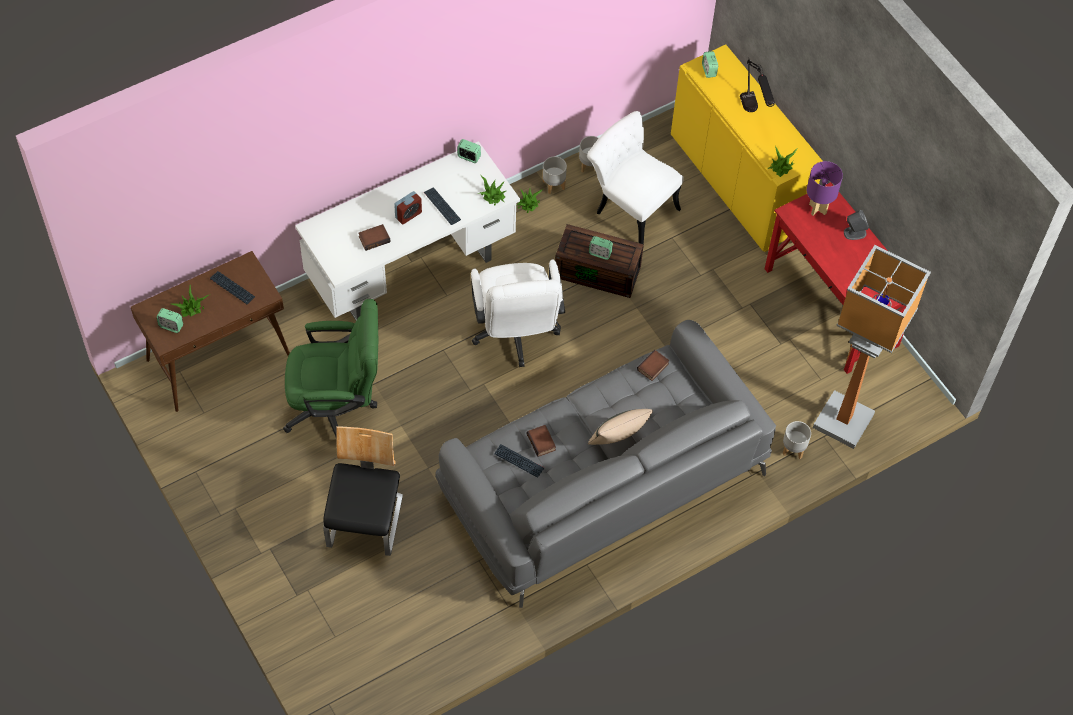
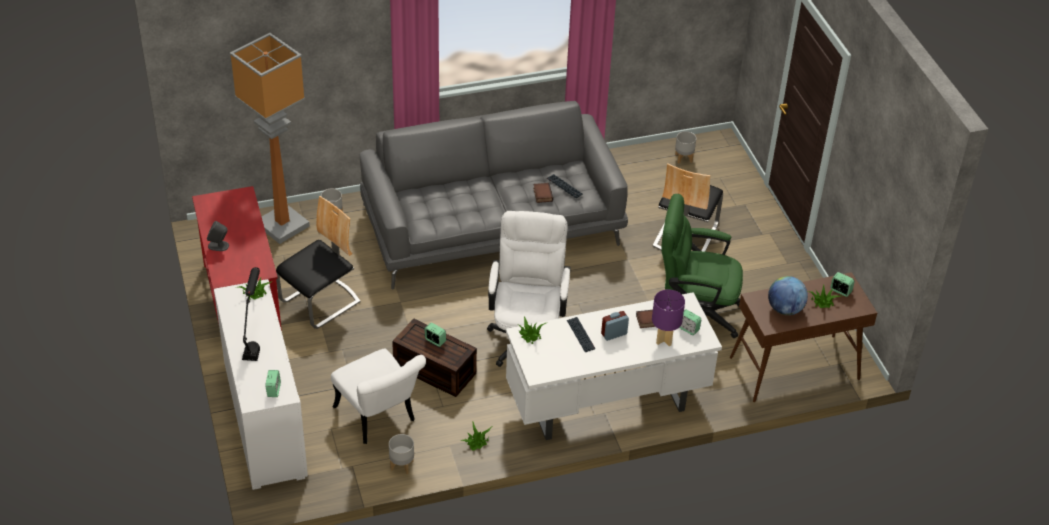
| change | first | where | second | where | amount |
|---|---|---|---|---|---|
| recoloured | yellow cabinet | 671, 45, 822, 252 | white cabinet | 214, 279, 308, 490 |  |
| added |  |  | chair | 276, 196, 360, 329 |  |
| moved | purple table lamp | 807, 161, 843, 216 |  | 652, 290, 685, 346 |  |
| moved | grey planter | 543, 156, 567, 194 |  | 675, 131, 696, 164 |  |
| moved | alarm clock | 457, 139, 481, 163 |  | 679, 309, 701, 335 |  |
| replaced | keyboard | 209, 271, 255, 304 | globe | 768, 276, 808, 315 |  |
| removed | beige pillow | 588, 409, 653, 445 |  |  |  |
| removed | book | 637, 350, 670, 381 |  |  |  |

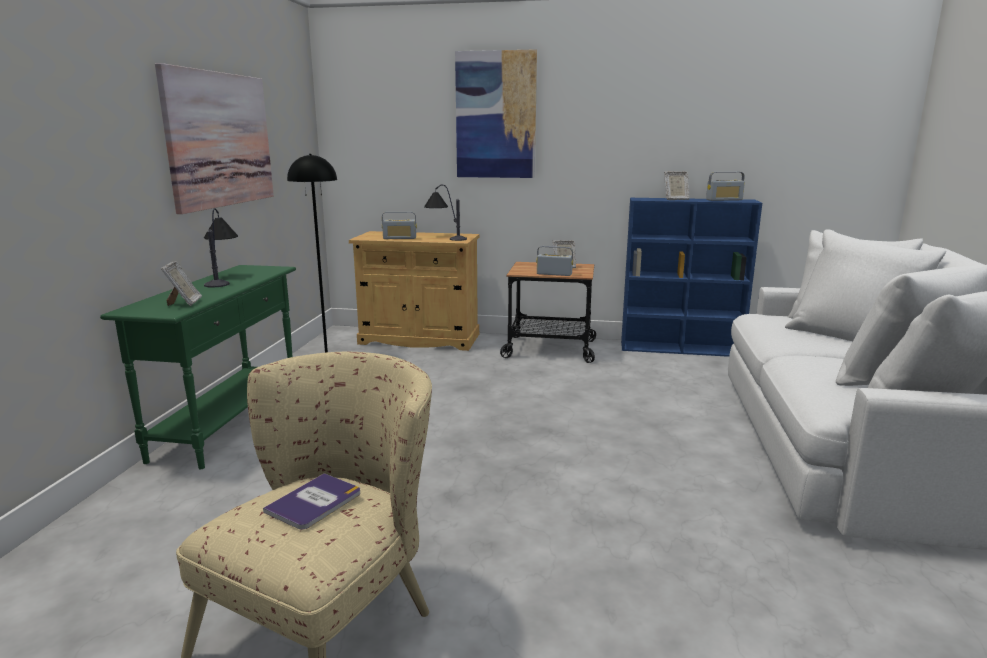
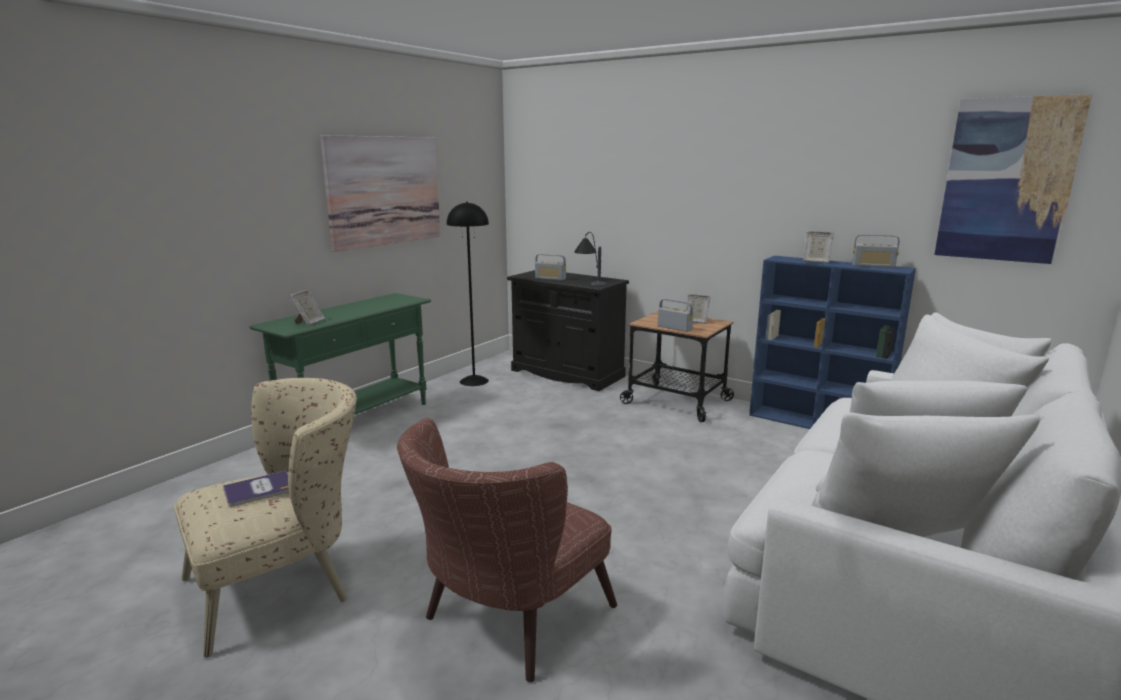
| change | first | where | second | where | amount |
|---|---|---|---|---|---|
| added |  |  | brown armchair | 397, 418, 617, 682 |  |
| recoloured | beige cabinet | 349, 231, 479, 351 | black cabinet | 507, 270, 629, 391 |  |
| moved | picture | 455, 49, 537, 178 |  | 934, 94, 1092, 264 |  |
| removed | table lamp | 204, 208, 238, 288 |  |  |  |

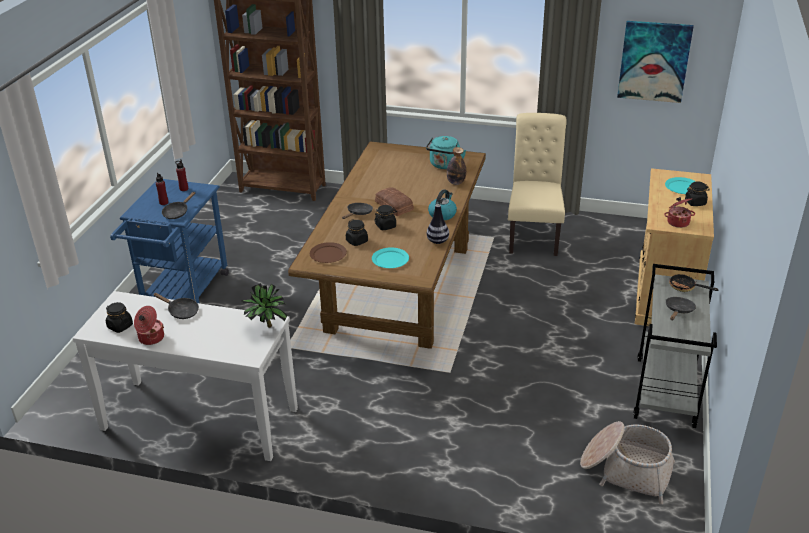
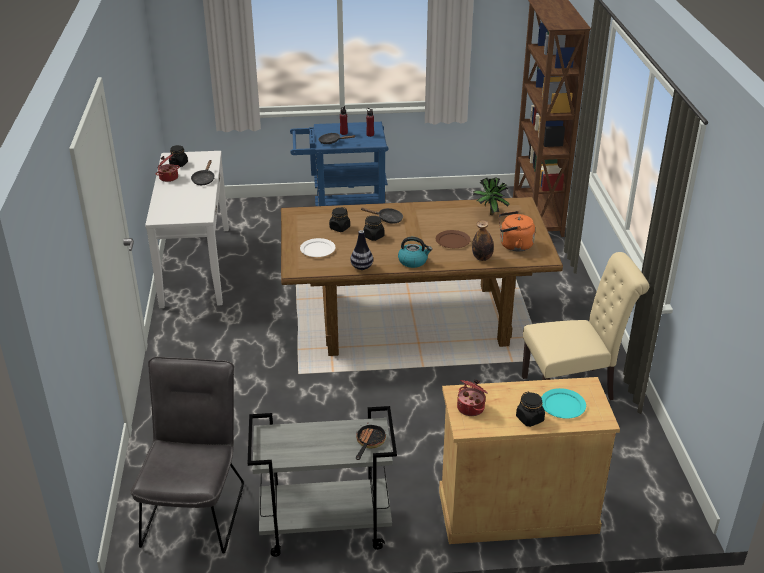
| change | first | where | second | where | amount |
|---|---|---|---|---|---|
| replaced | basket | 580, 421, 675, 504 | grey chair | 131, 357, 244, 554 |  |
| recoloured | turquoise plate | 372, 247, 409, 268 | white plate | 300, 238, 335, 257 |  |
| moved | brown plate | 310, 242, 347, 263 |  | 436, 230, 471, 248 |  |
| moved | potted plant | 242, 283, 287, 328 |  | 473, 177, 510, 215 |  |
| recoloured | turquoise kettle | 426, 136, 466, 169 | orange kettle | 499, 211, 535, 251 |  |
| removed | bread | 375, 187, 414, 216 |  |  |  |
| removed | picture | 617, 21, 694, 103 |  |  |  |
| removed | black frying pan | 666, 297, 696, 320 |  |  |  |

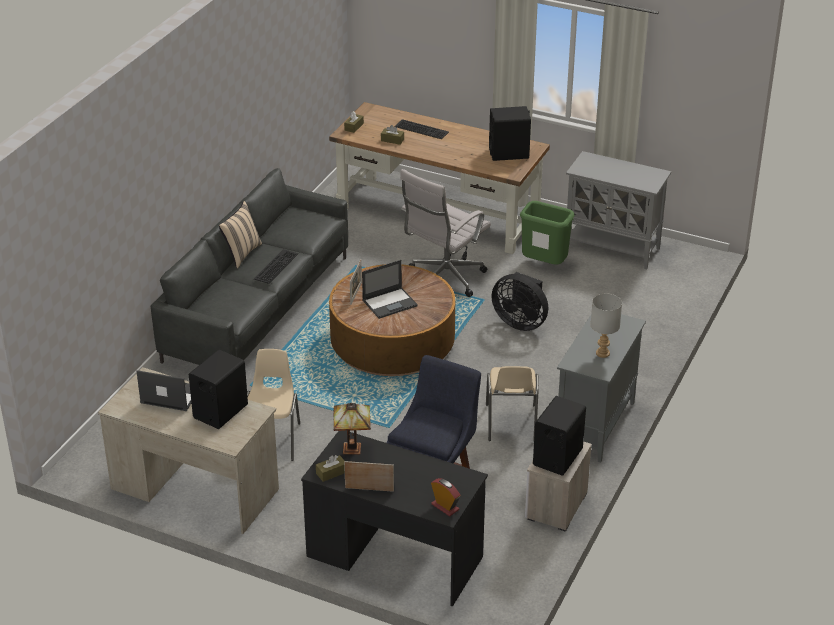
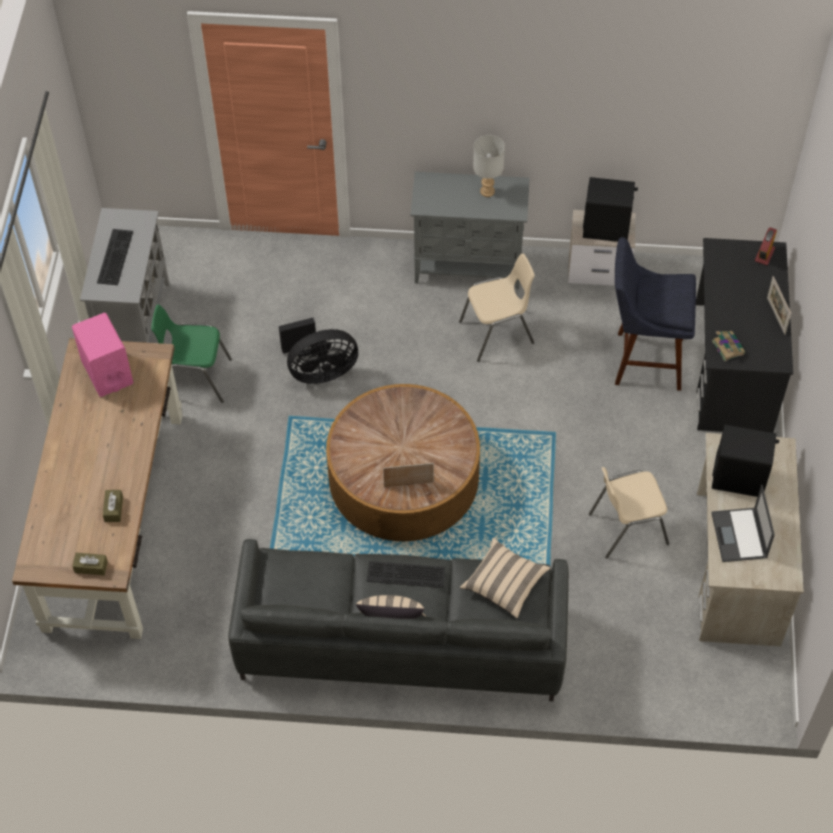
| change | first | where | second | where | amount |
|---|---|---|---|---|---|
| recoloured | black speaker | 489, 106, 531, 161 | pink speaker | 72, 313, 133, 397 |  |
| moved | keyboard | 395, 119, 449, 139 |  | 97, 229, 133, 285 |  |
| replaced | green trash can | 520, 201, 575, 265 | green chair | 151, 305, 232, 403 |  |
| turned | black fan | 492, 272, 548, 331 |  | 279, 318, 358, 384 | 60 degrees clockwise |
| added |  |  | beige pillow | 460, 538, 550, 618 |  |
| replaced | table lamp | 334, 403, 371, 455 | book | 712, 331, 745, 361 |  |
| removed | brown tissue box | 316, 455, 345, 482 |  |  |  |
| removed | laptop | 362, 260, 418, 319 |  |  |  |
| removed | white office chair | 400, 169, 491, 297 |  |  |  |

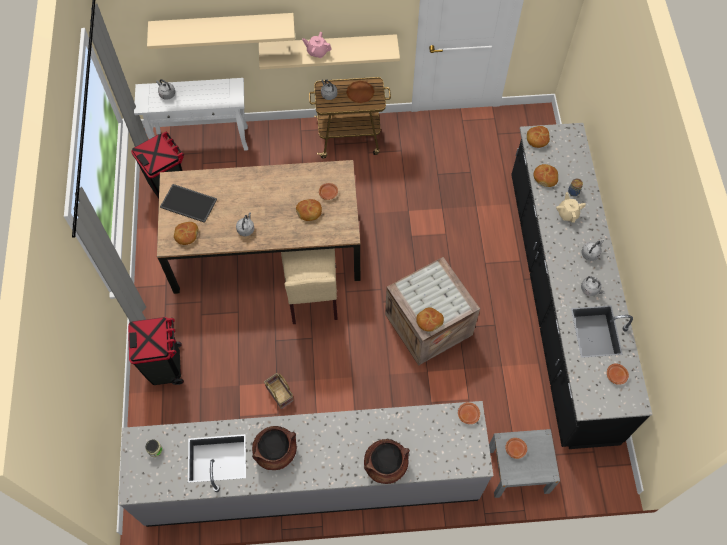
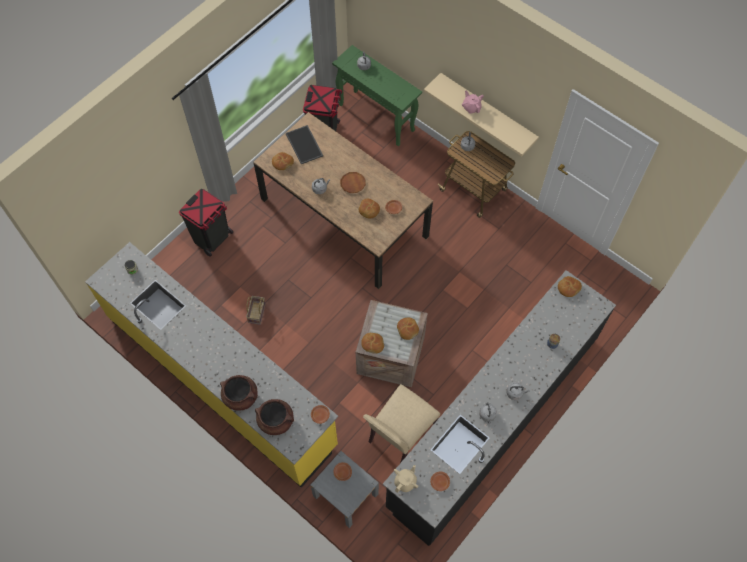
| change | first | where | second | where | amount |
|---|---|---|---|---|---|
| recoloured | grey counter | 118, 401, 493, 527 | yellow counter | 85, 242, 338, 488 |  |
| moved | brown cooking pot | 252, 426, 297, 470 |  | 255, 399, 294, 435 |  |
| recoloured | white console table | 134, 78, 248, 151 | green console table | 332, 45, 422, 146 |  |
| moved | brown plate | 346, 81, 375, 103 |  | 340, 172, 366, 193 |  |
| moved | beige chair | 281, 248, 338, 324 |  | 363, 384, 440, 463 |  |
| moved | beige teapot | 556, 192, 586, 223 |  | 394, 465, 418, 493 |  |
| moved | bread | 534, 164, 558, 187 |  | 397, 318, 419, 340 |  |
| removed | beige shelf | 147, 13, 295, 49 |  |  |  |

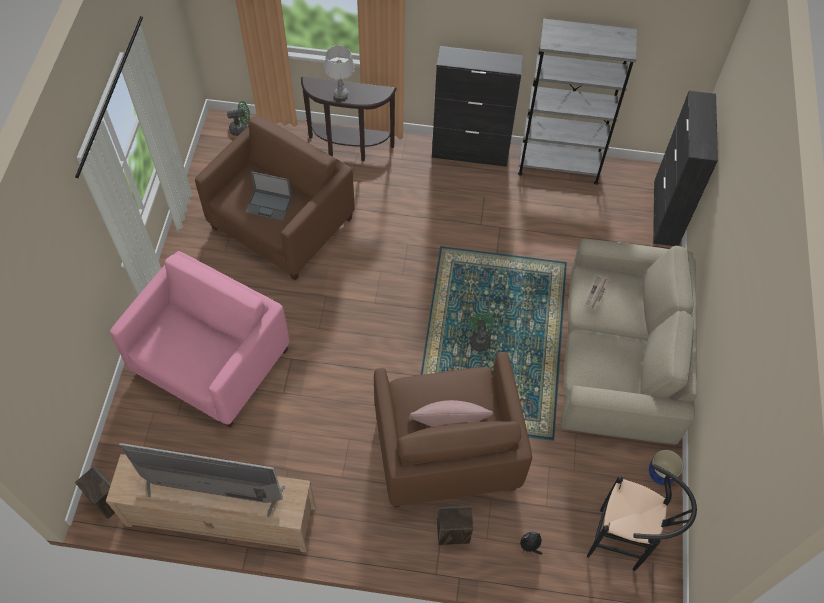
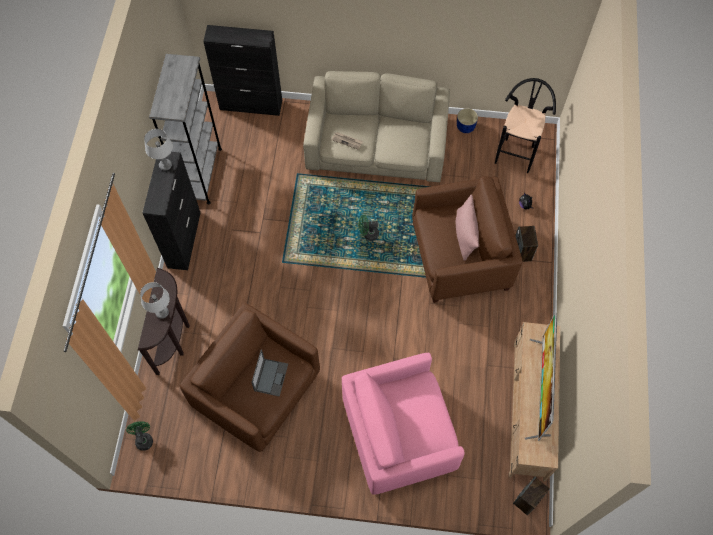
| change | first | where | second | where | amount |
|---|---|---|---|---|---|
| added |  |  | grey table lamp | 144, 129, 173, 171 |  |
| turned | pink armchair | 110, 251, 290, 428 |  | 342, 353, 465, 495 | 45 degrees counterclockwise |

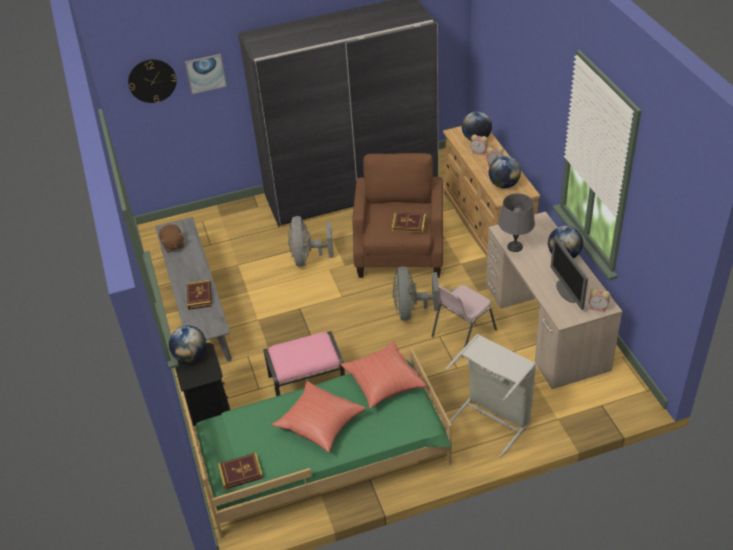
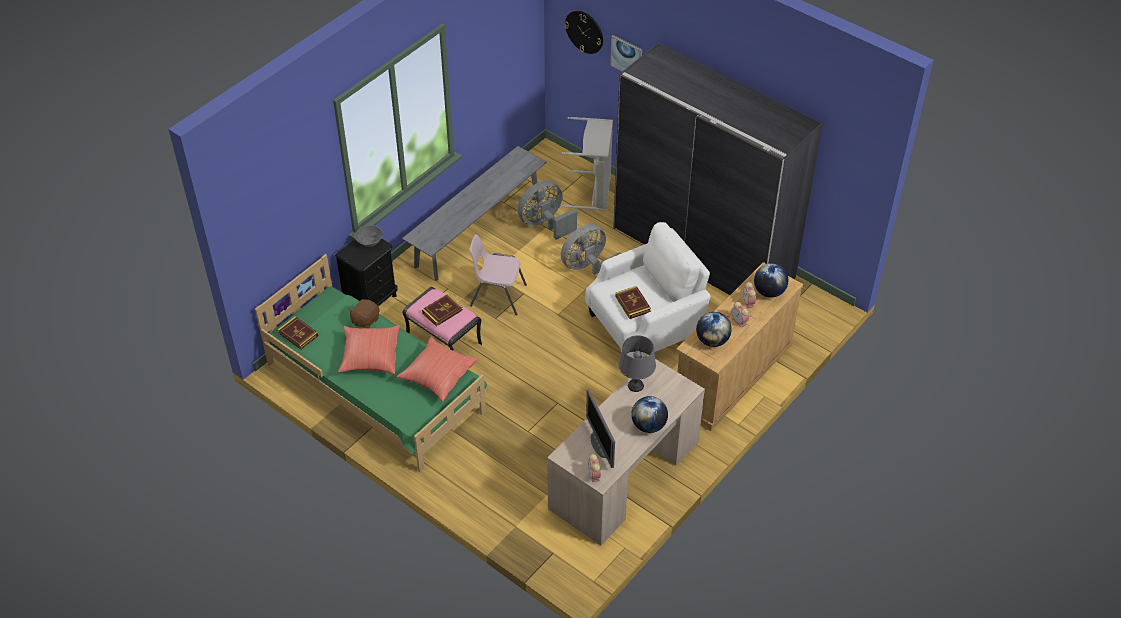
| change | first | where | second | where | amount |
|---|---|---|---|---|---|
| moved | brown plush toy | 159, 225, 184, 252 |  | 349, 299, 380, 328 |  |
| replaced | globe | 169, 326, 206, 363 | grey bowl | 355, 225, 383, 247 |  |
| moved | book | 187, 280, 212, 310 |  | 422, 294, 463, 327 |  |
| moved | pink chair | 431, 285, 497, 357 |  | 469, 234, 527, 315 |  |
| moved | grey fan | 392, 266, 439, 320 |  | 517, 181, 577, 240 |  |
| moved | grey laundry basket | 446, 334, 536, 458 |  | 562, 117, 613, 211 |  |
| recoloured | brown armchair | 352, 153, 443, 278 | white armchair | 585, 222, 711, 358 |  |
| turned | monitor | 550, 236, 588, 310 |  | 586, 390, 615, 468 | 60 degrees counterclockwise |

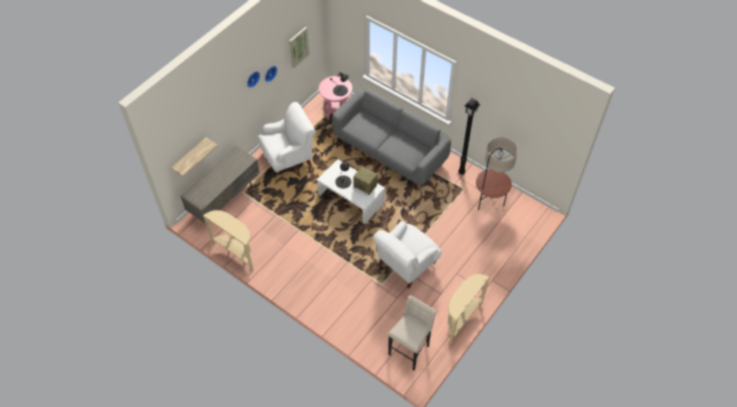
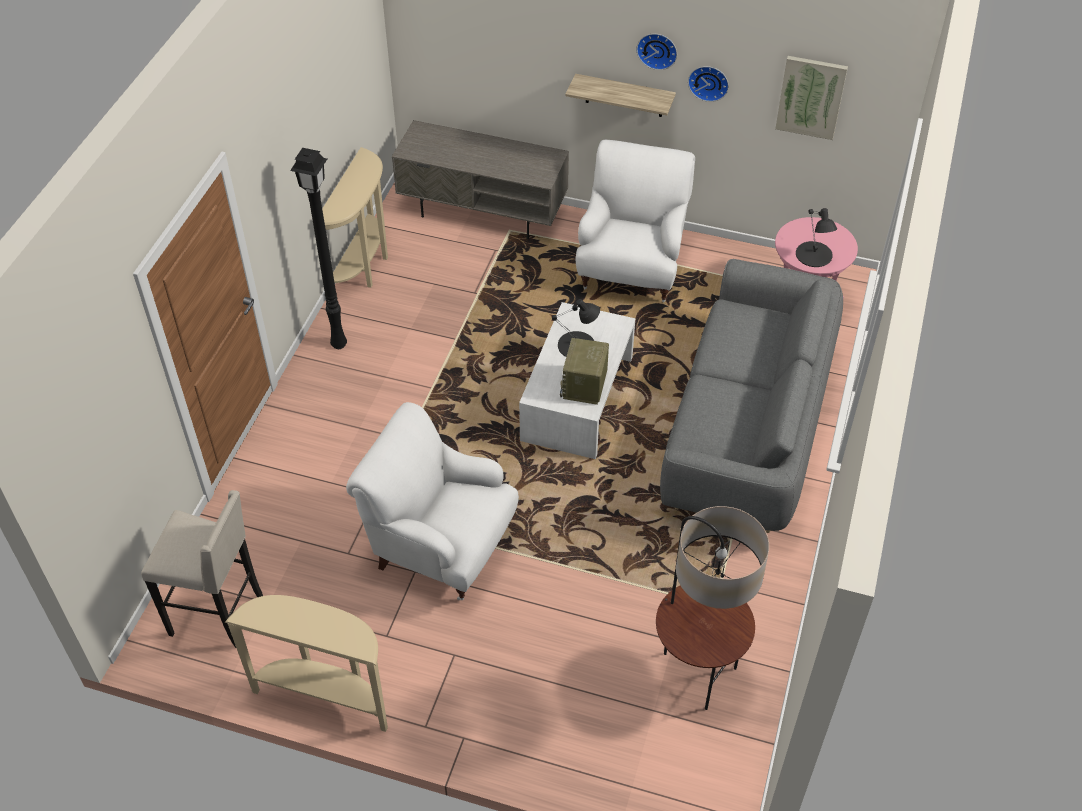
| change | first | where | second | where | amount |
|---|---|---|---|---|---|
| moved | black floor lamp | 458, 98, 481, 175 |  | 290, 148, 347, 349 |  |
| moved | shelf | 171, 137, 218, 176 |  | 565, 74, 676, 117 |  |
| turned | white armchair | 258, 102, 316, 176 |  | 576, 140, 695, 302 | 120 degrees counterclockwise |

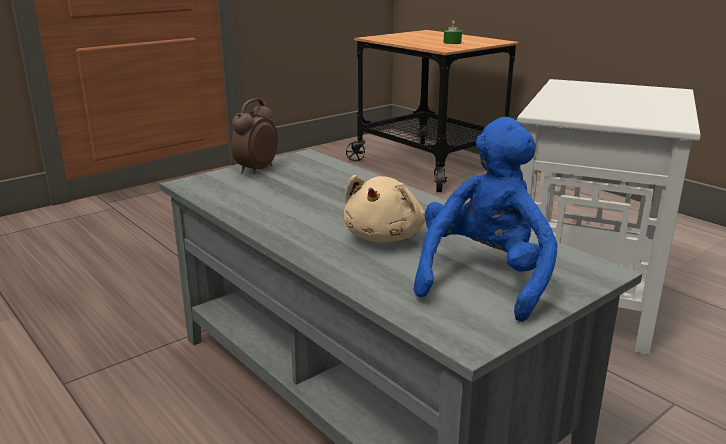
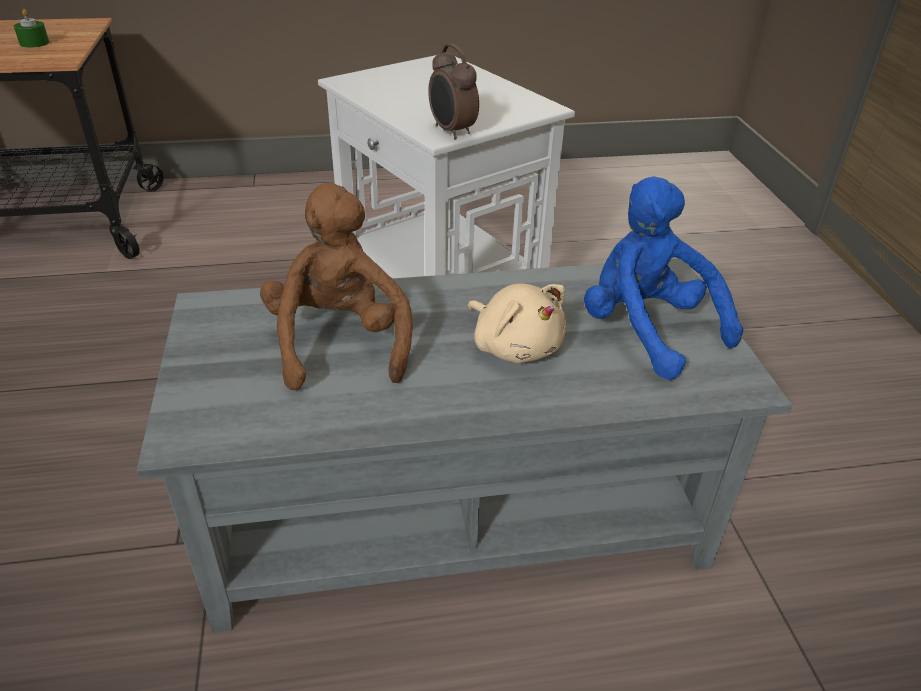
| change | first | where | second | where | amount |
|---|---|---|---|---|---|
| added |  |  | brown plush toy | 260, 183, 413, 390 |  |
| moved | alarm clock | 231, 98, 278, 174 |  | 428, 44, 479, 140 |  |

